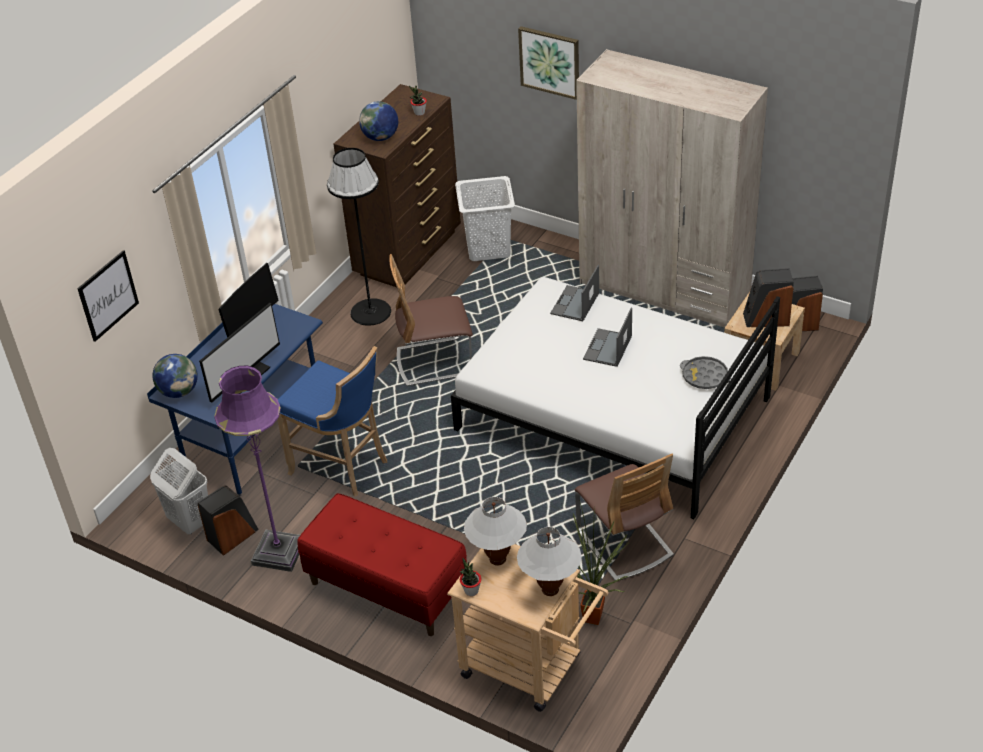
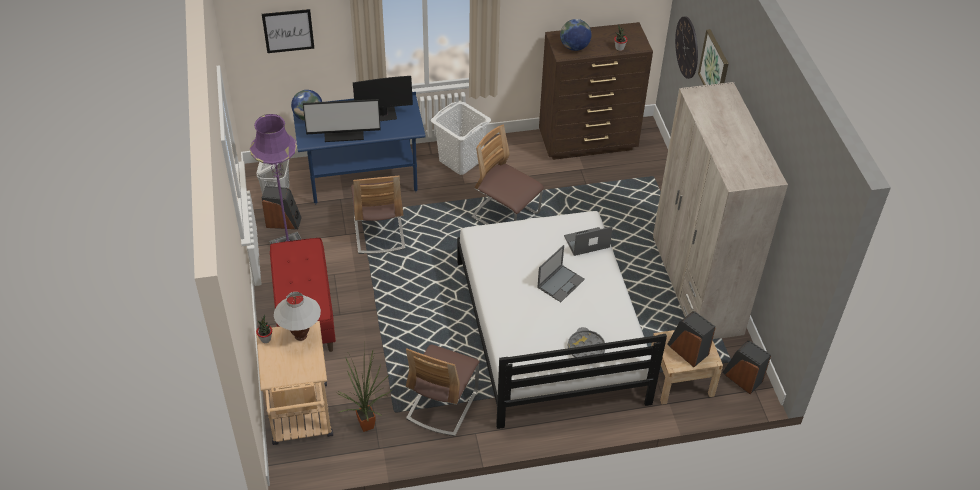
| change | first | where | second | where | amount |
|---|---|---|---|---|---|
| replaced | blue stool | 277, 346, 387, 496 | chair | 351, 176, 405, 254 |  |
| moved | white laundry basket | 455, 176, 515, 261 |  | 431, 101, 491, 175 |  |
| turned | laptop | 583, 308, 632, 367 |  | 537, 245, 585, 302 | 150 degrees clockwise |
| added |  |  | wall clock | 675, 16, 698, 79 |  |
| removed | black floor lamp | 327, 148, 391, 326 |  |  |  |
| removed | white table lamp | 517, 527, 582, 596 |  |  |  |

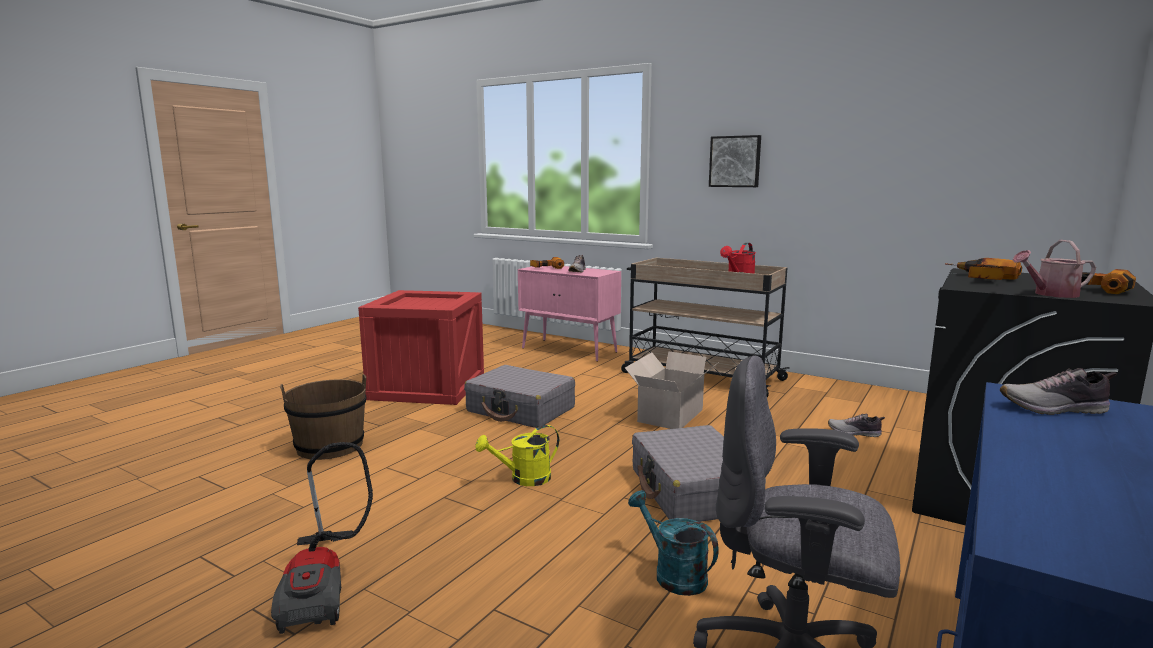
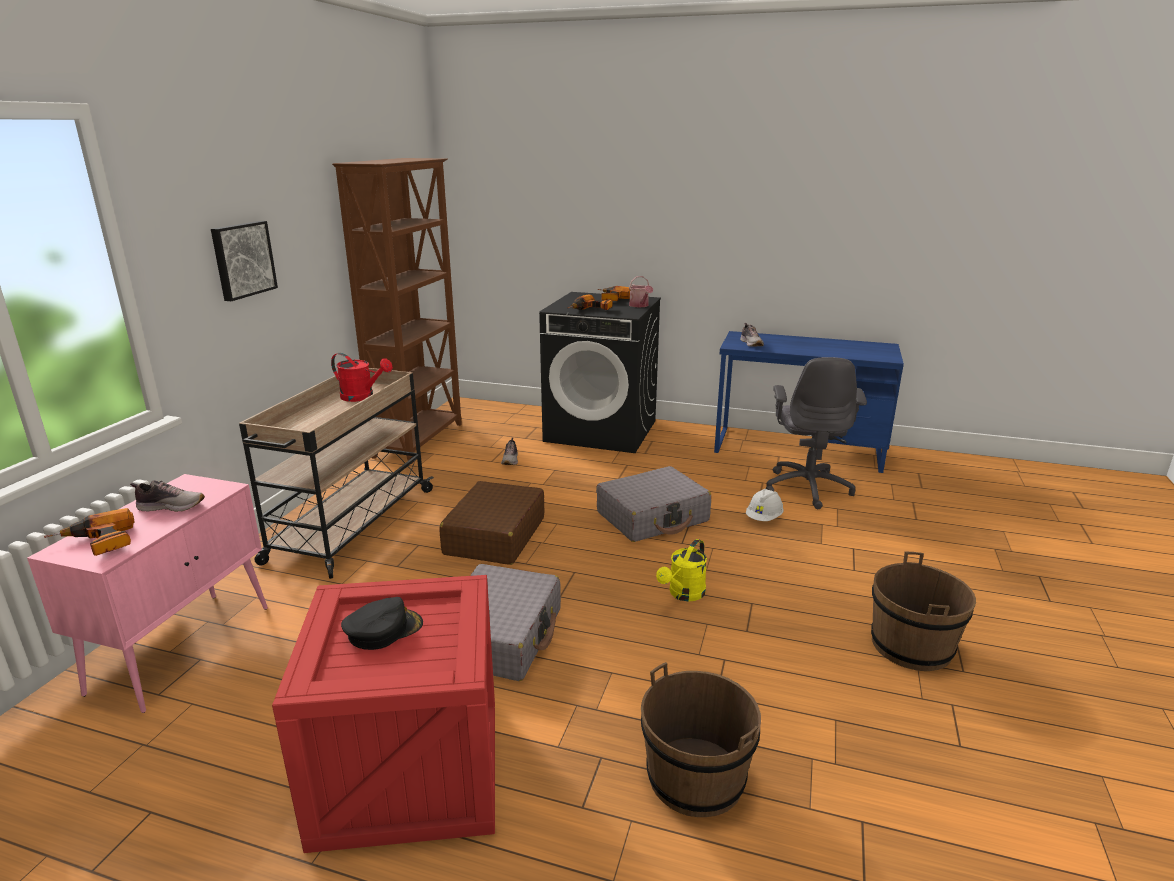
| change | first | where | second | where | amount |
|---|---|---|---|---|---|
| added |  |  | brown bookcase | 332, 158, 462, 464 |  |
| added |  |  | black cap | 341, 597, 423, 650 |  |
| replaced | cardboard box | 625, 351, 719, 429 | brown suitcase | 439, 481, 544, 565 |  |
| turned | yellow watering can | 476, 425, 559, 486 |  | 656, 539, 707, 602 | 75 degrees clockwise |
| replaced | turquoise watering can | 628, 490, 719, 596 | white hard hat | 746, 489, 784, 521 |  |
| replaced | vacuum cleaner | 271, 442, 373, 634 | brown bucket | 871, 552, 976, 671 |  |

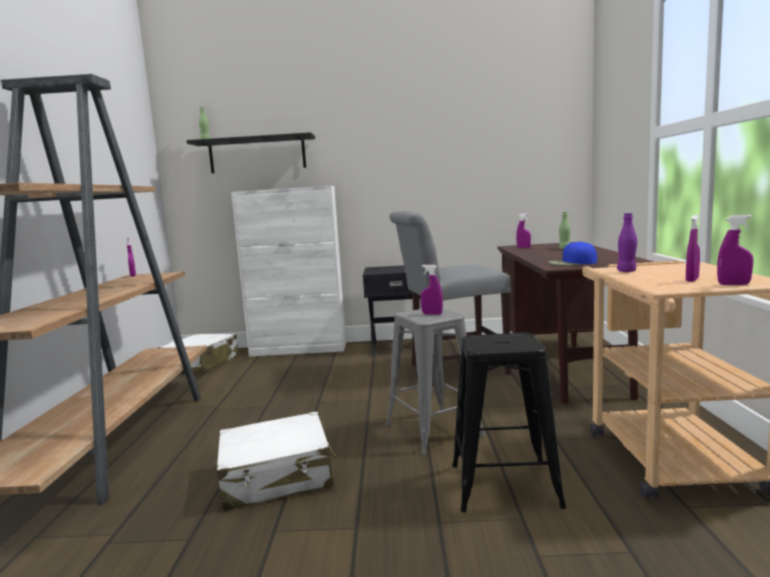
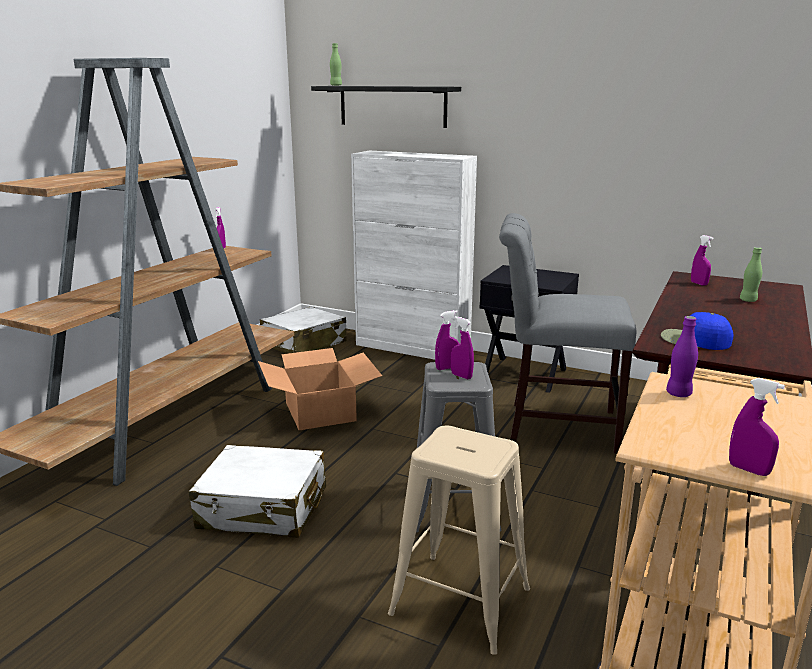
| change | first | where | second | where | amount |
|---|---|---|---|---|---|
| added |  |  | cardboard box | 258, 348, 382, 430 |  |
| recoloured | black stool | 452, 333, 566, 512 | beige stool | 388, 426, 530, 655 |  |
| moved | purple spray bottle | 686, 214, 700, 282 |  | 435, 310, 459, 370 |  |

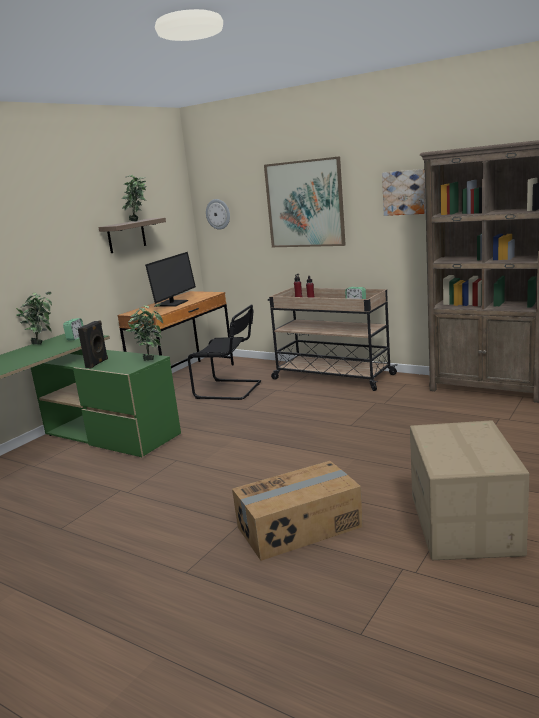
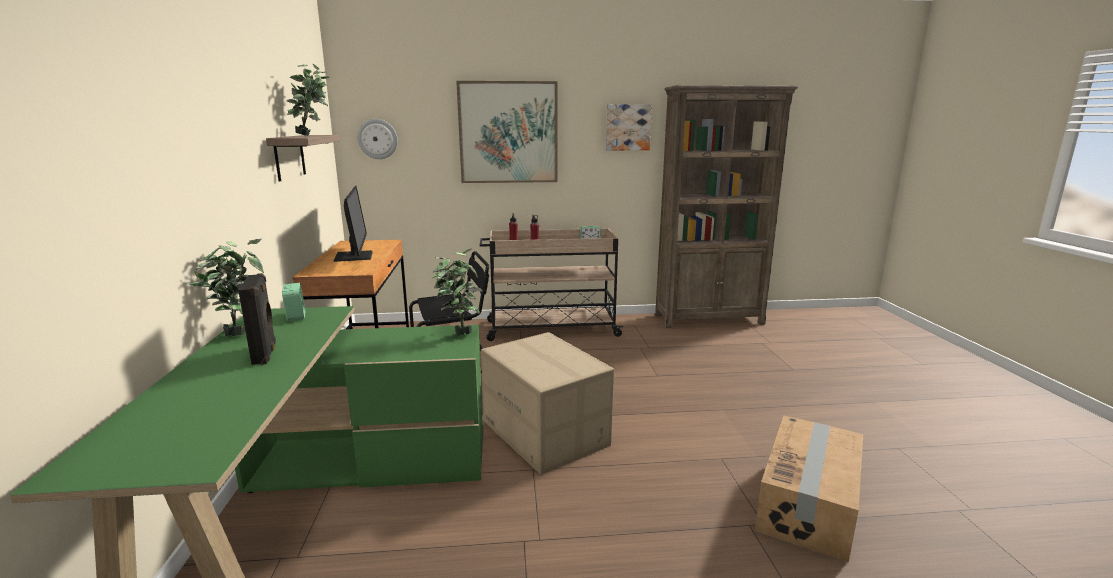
| change | first | where | second | where | amount |
|---|---|---|---|---|---|
| moved | black speaker | 78, 320, 108, 368 |  | 238, 273, 276, 365 |  |
| moved | cardboard box | 410, 420, 529, 560 |  | 481, 332, 614, 475 |  |

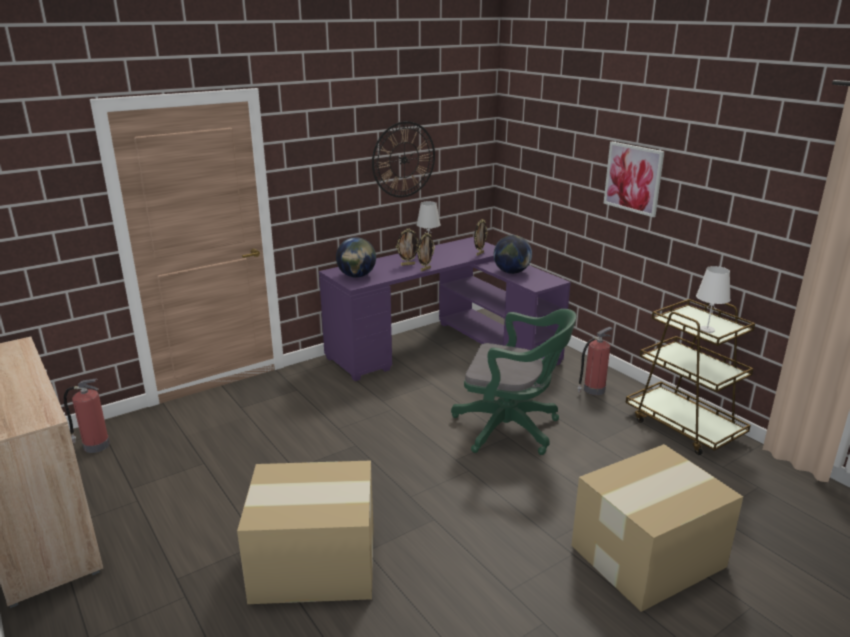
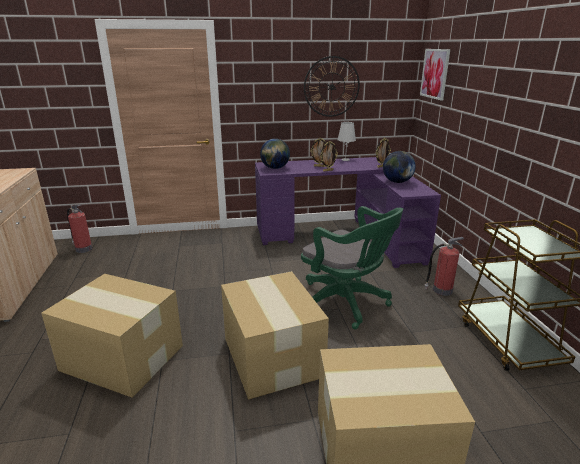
| change | first | where | second | where | amount |
|---|---|---|---|---|---|
| added |  |  | cardboard box | 221, 271, 329, 400 |  |
| moved | picture | 603, 142, 665, 217 |  | 420, 49, 451, 100 |  |
| removed | white table lamp | 696, 266, 731, 333 |  |  |  |

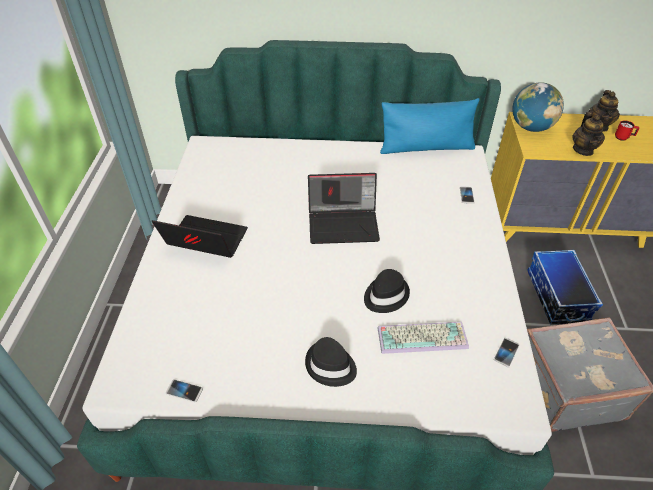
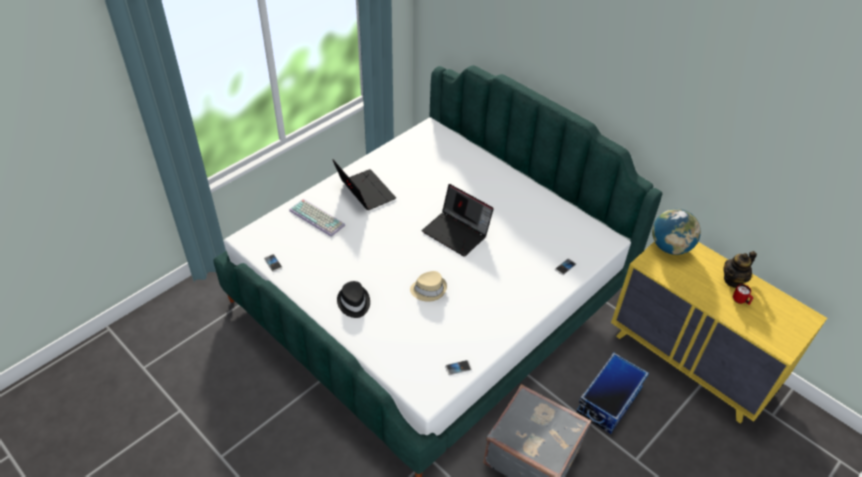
| change | first | where | second | where | amount |
|---|---|---|---|---|---|
| moved | keyboard | 378, 322, 469, 354 |  | 289, 199, 345, 237 |  |
| recoloured | black hat | 364, 269, 410, 313 | beige hat | 410, 271, 447, 302 |  |
| removed | blue pillow | 380, 98, 480, 154 |  |  |  |
| removed | teapot | 572, 112, 605, 156 |  |  |  |

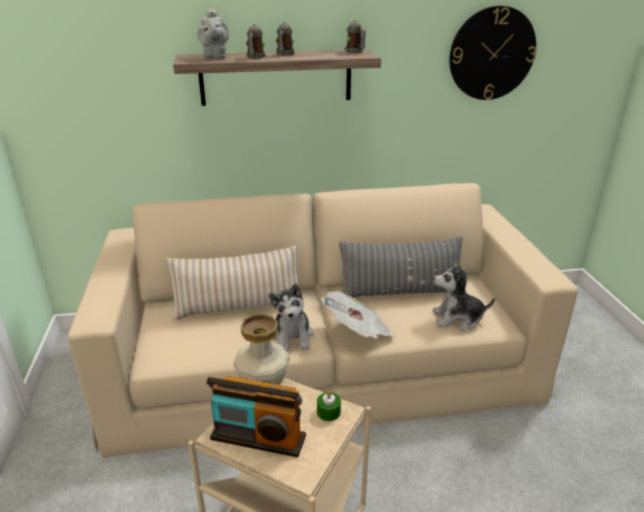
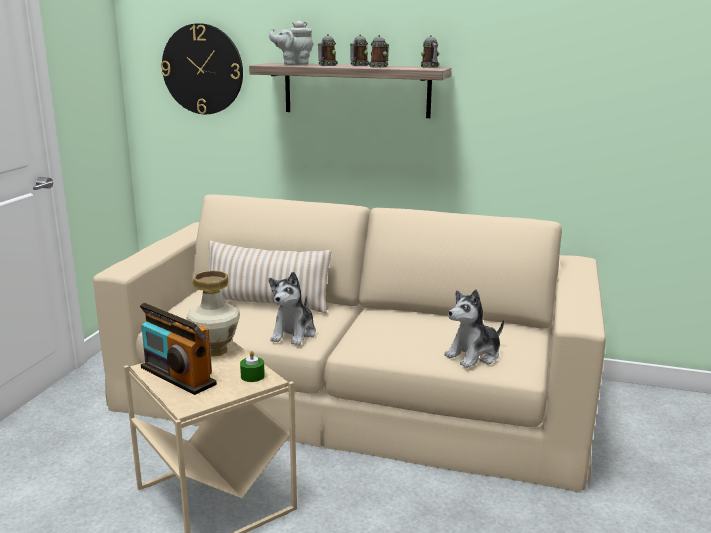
| change | first | where | second | where | amount |
|---|---|---|---|---|---|
| moved | wall clock | 449, 6, 537, 100 |  | 161, 23, 243, 114 |  |
| turned | grey teapot | 197, 9, 229, 59 |  | 269, 21, 313, 65 | 60 degrees clockwise |
| added |  |  | mug | 369, 35, 389, 68 |  |
| turned | plush toy | 433, 261, 495, 330 |  | 444, 289, 504, 368 | 60 degrees counterclockwise |
| removed | newspaper | 321, 291, 395, 339 |  |  |  |
| removed | grey pillow | 339, 236, 462, 298 |  |  |  |

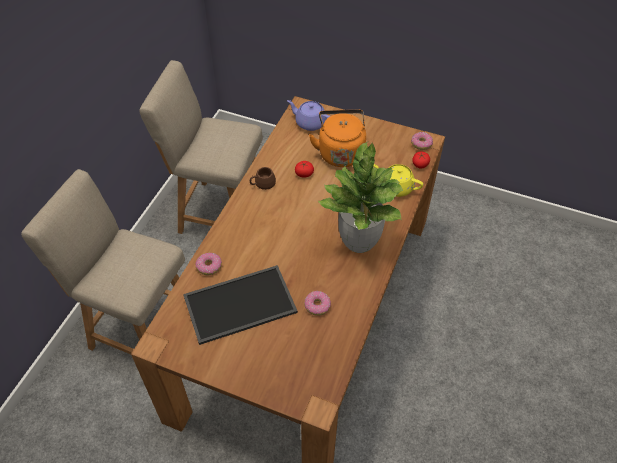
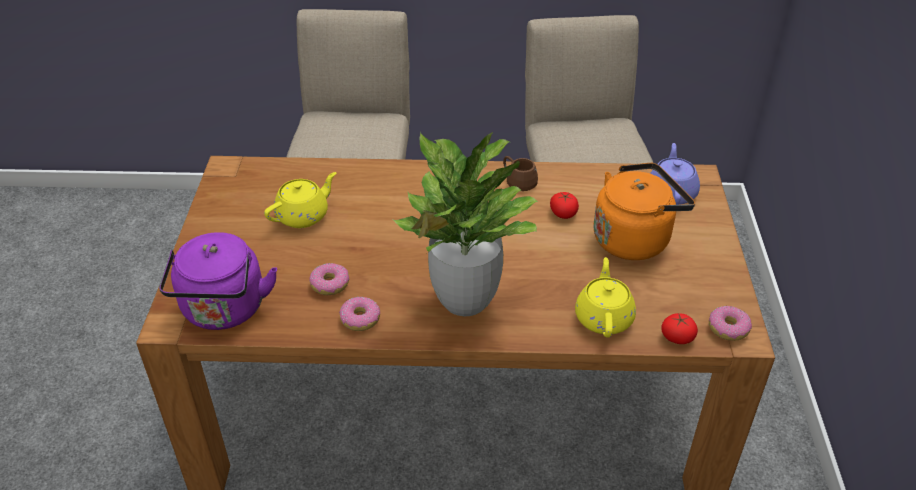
| change | first | where | second | where | amount |
|---|---|---|---|---|---|
| added |  |  | purple kettle | 159, 232, 277, 330 |  |
| replaced | tray | 183, 265, 298, 345 | yellow teapot | 264, 172, 337, 228 |  |
| moved | donut | 196, 253, 222, 275 |  | 339, 297, 380, 331 |  |

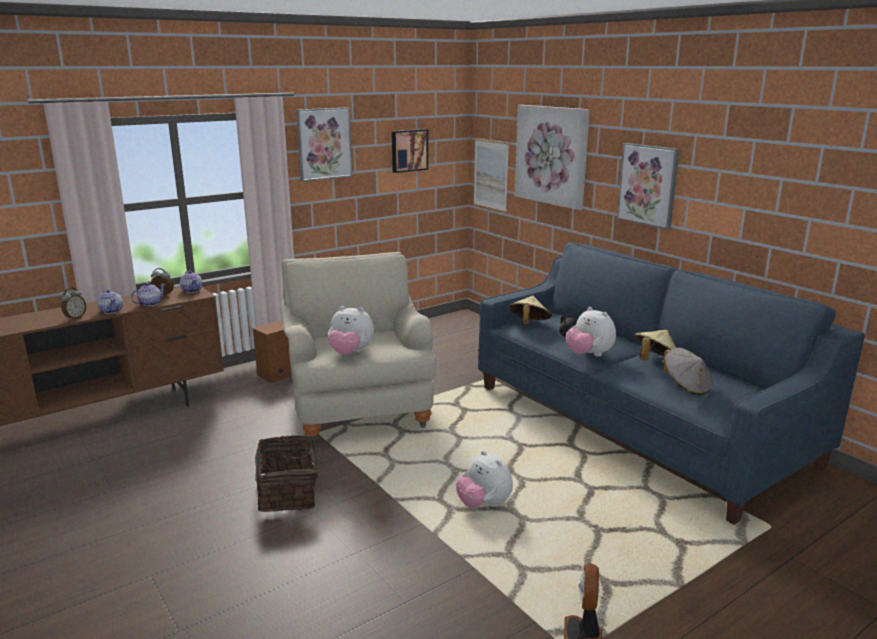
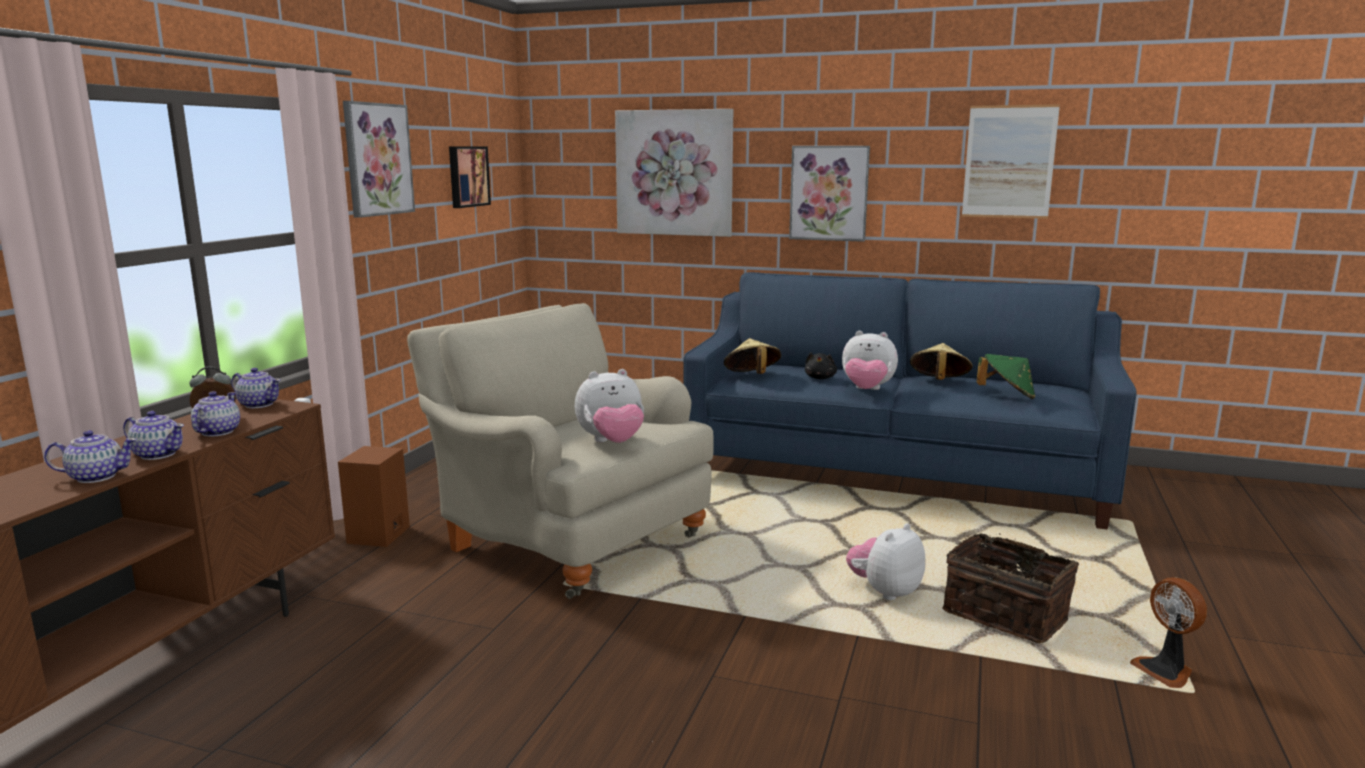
| change | first | where | second | where | amount |
|---|---|---|---|---|---|
| replaced | alarm clock | 61, 288, 86, 320 | teapot | 44, 430, 137, 483 |  |
| turned | plush toy | 456, 451, 513, 508 |  | 846, 523, 925, 600 | 120 degrees clockwise |
| moved | basket | 255, 435, 327, 512 |  | 942, 533, 1079, 643 |  |
| moved | picture | 474, 139, 509, 212 |  | 962, 104, 1060, 219 |  |
| recoloured | grey hat | 664, 348, 712, 395 | green hat | 976, 354, 1035, 399 |  |

